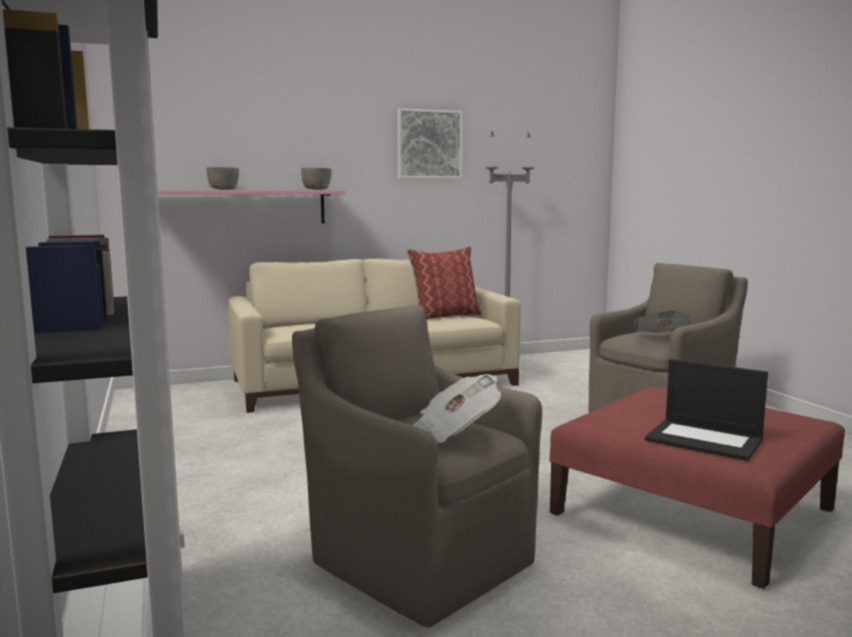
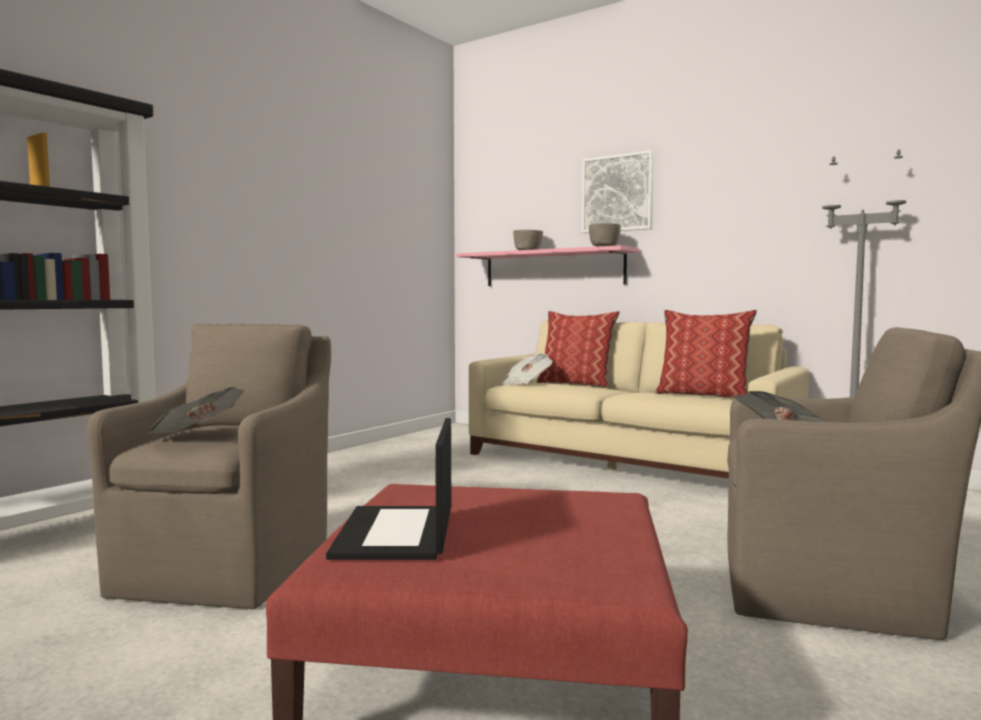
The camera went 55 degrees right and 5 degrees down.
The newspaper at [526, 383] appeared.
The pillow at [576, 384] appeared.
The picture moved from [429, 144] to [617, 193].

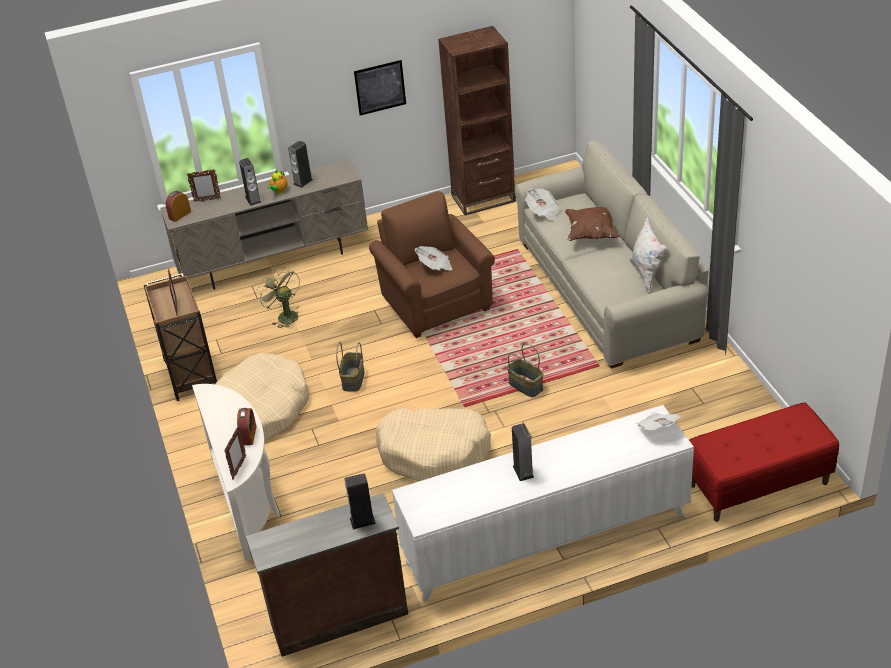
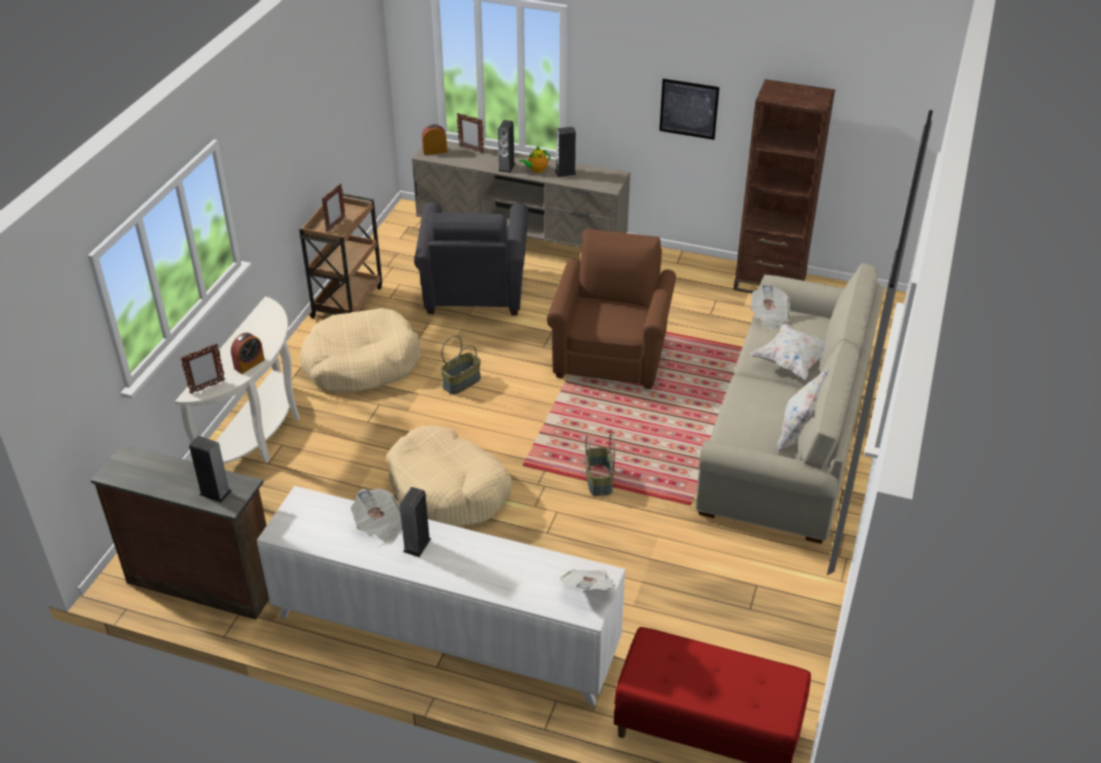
The camera went 35 degrees right and 0 degrees up.
The newspaper moved from [435, 266] to [380, 526].
The fan (green) at [284, 316] was replaced by the armchair (grey) at [474, 294].
The pillow (brown) at [591, 233] became the pillow (white) at [792, 362].

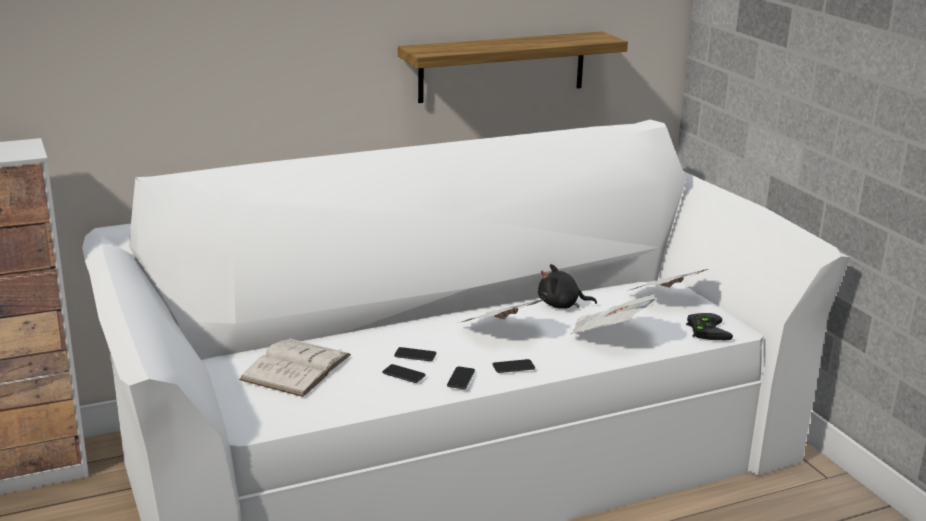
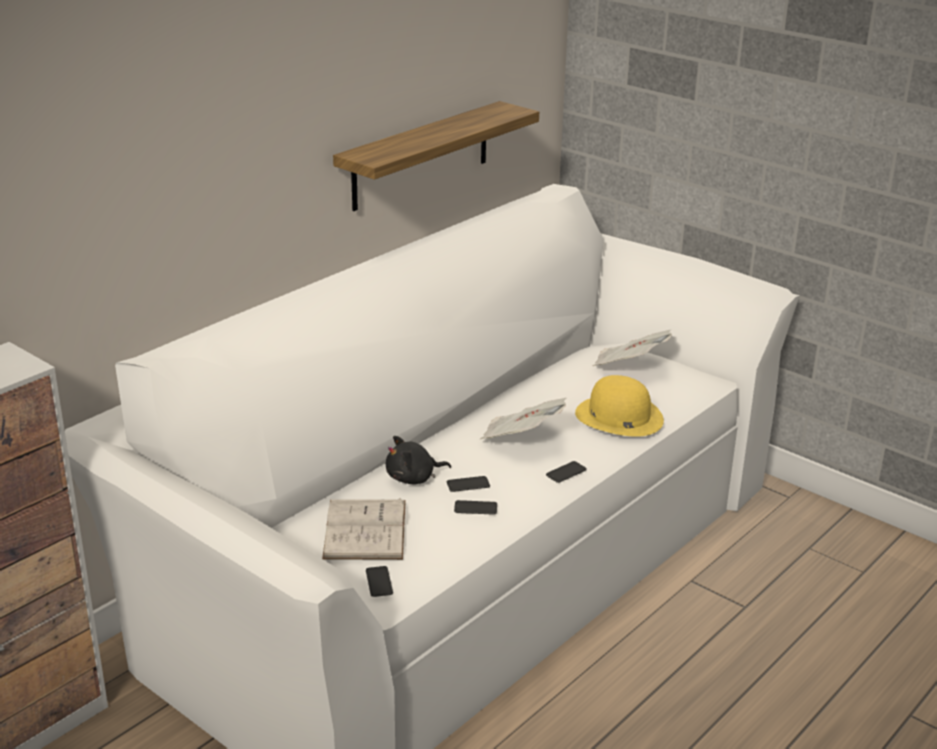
The camera went 25 degrees left and 5 degrees up.
The game controller (black) at [705, 329] disappeared.
The phone moved from [461, 378] to [379, 582].
The plush toy (black) moved from [561, 305] to [413, 478].
The newspaper at [609, 335] was replaced by the hat (yellow) at [618, 416].

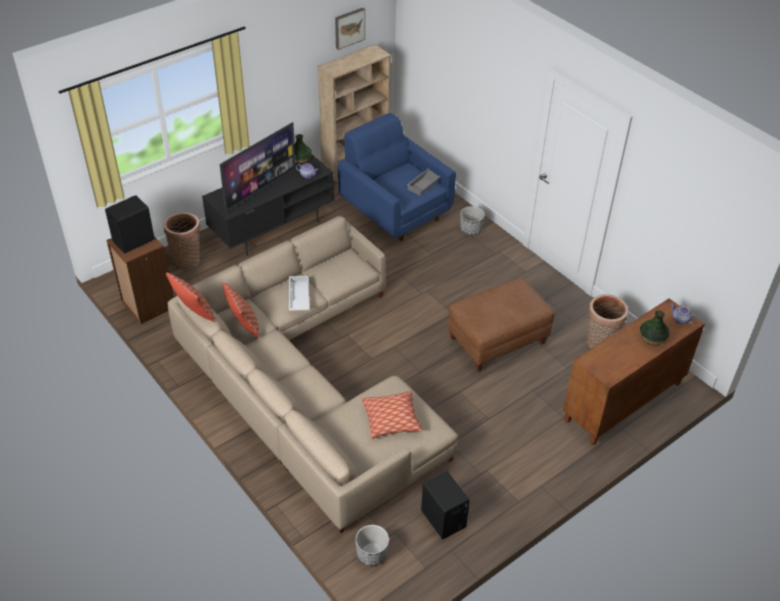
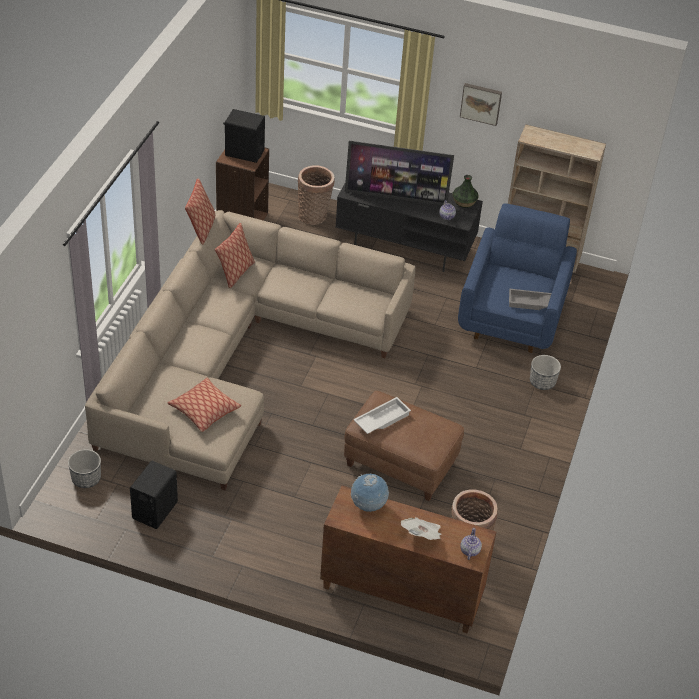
The camera went 55 degrees right and 0 degrees up.
The globe at [368, 506] appeared.
The tray (white) moved from [298, 296] to [381, 419].
The picture moved from [349, 27] to [481, 103].
The vase at [652, 338] was replaced by the newspaper at [422, 535].

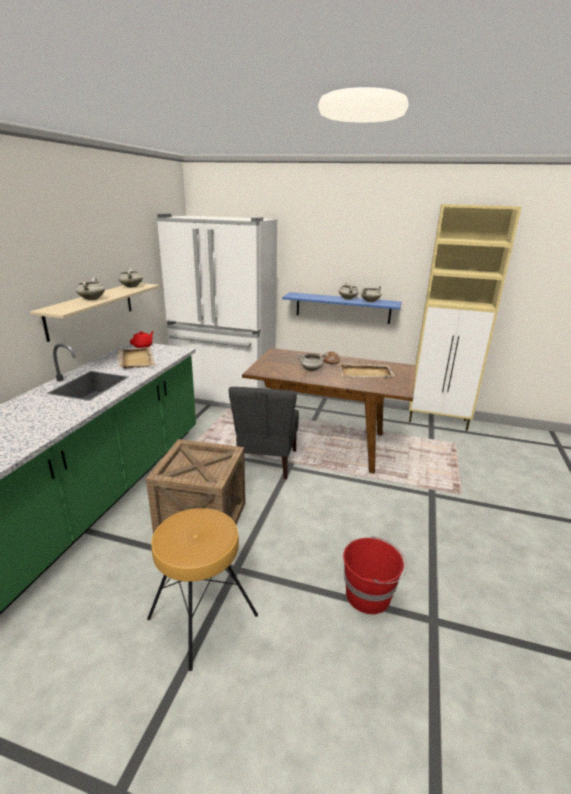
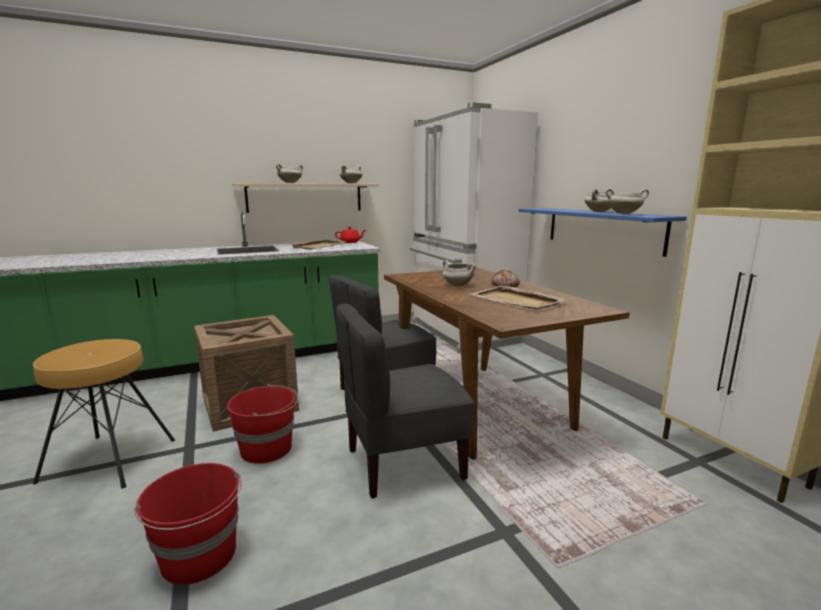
The camera went 50 degrees right and 10 degrees down.
The bucket (red) at [267, 448] appeared.
The chair (grey) at [403, 463] appeared.

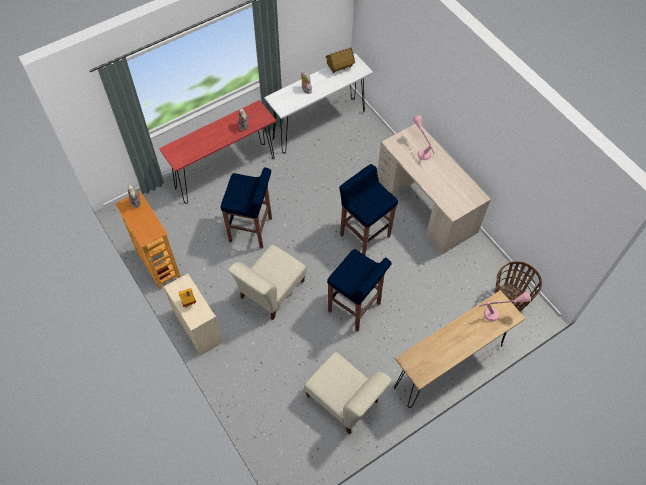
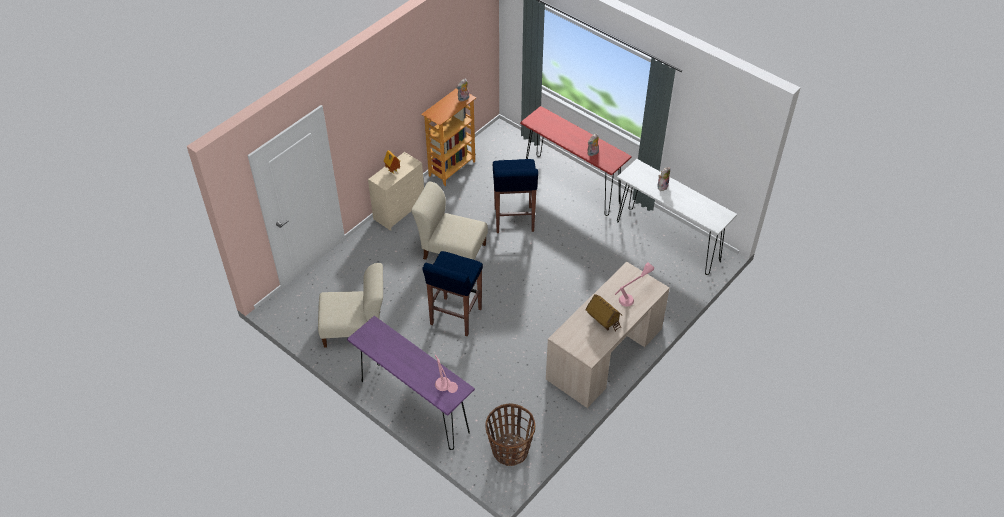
The camera went 75 degrees right and 10 degrees down.
The stool (blue) at [364, 235] disappeared.
The toy house moved from [340, 67] to [603, 320].
The console table (brown) at [449, 366] became the console table (purple) at [414, 406].
The chair (beige) at [344, 401] turned 120 degrees counterclockwise.

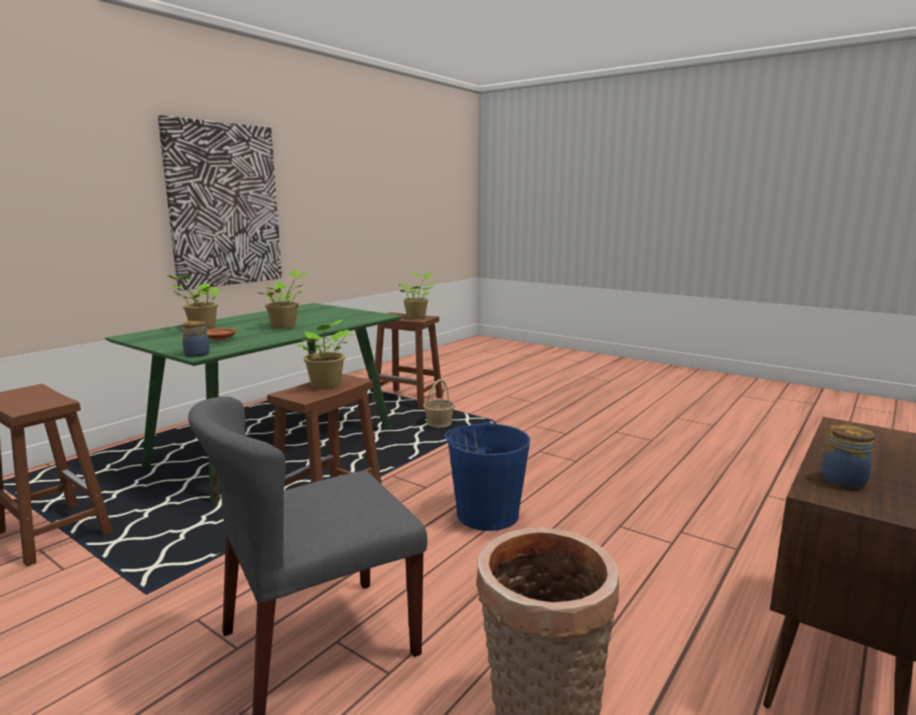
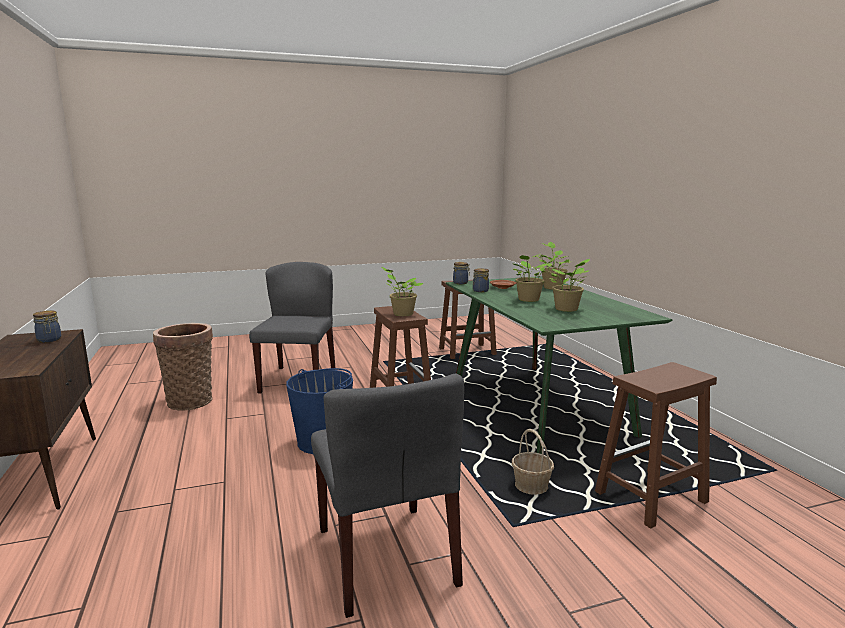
The camera went 125 degrees right and 0 degrees up.
The picture at [224, 205] disappeared.
The chair (grey) at [386, 556] appeared.
The jar at [480, 291] appeared.
The potted plant moved from [417, 317] to [567, 309].

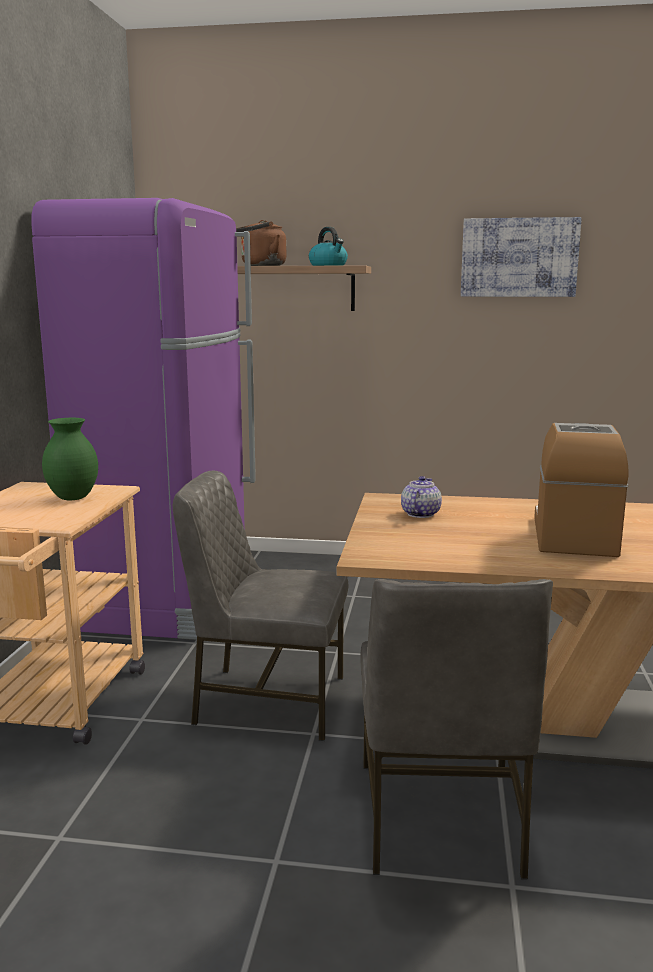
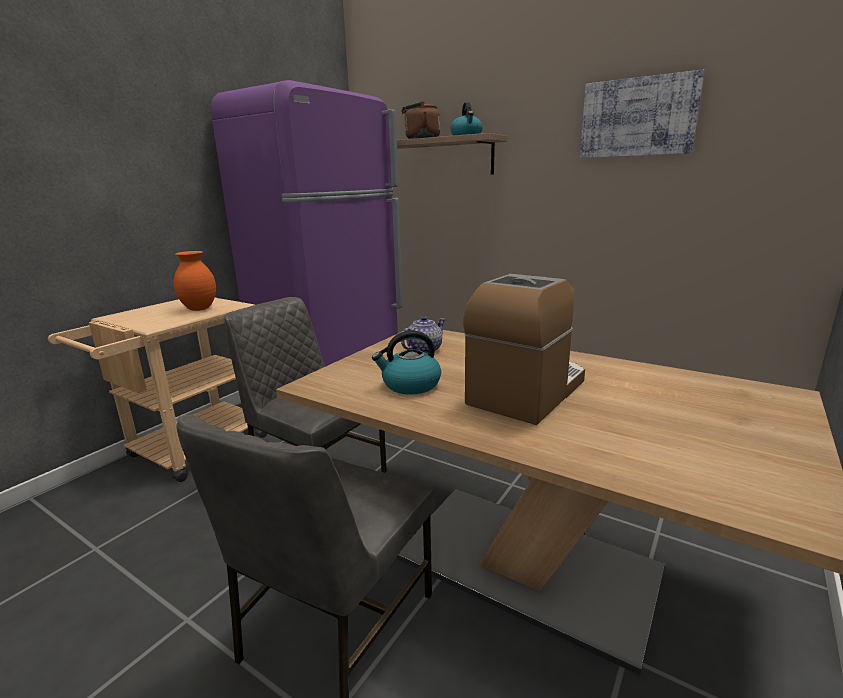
The camera went 25 degrees right and 5 degrees up.
The kettle at [410, 385] appeared.
The vase (green) at [72, 498] became the vase (orange) at [199, 309].

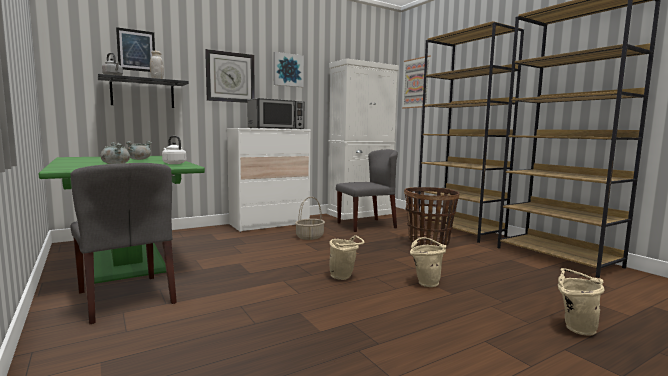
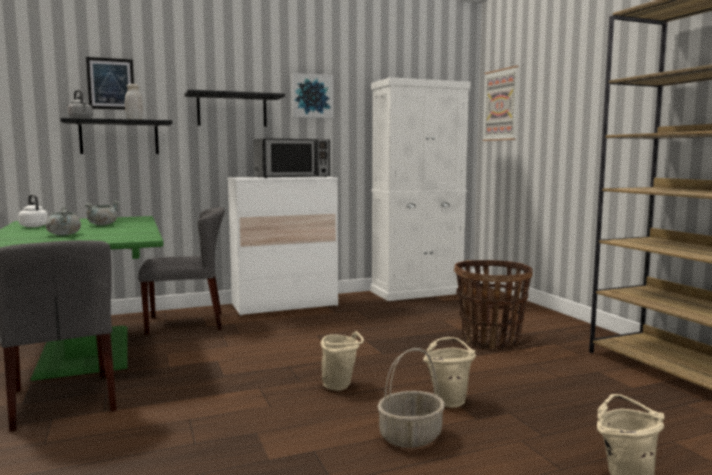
The camera went 10 degrees right and 0 degrees up.
The bookcase (brown) at [460, 230] disappeared.
The kettle (white) moved from [173, 163] to [33, 226].
The basket moved from [309, 237] to [410, 437].
The chair (grey) moved from [366, 225] to [186, 323].
The wall clock at [230, 77] was replaced by the shelf (black) at [232, 110].

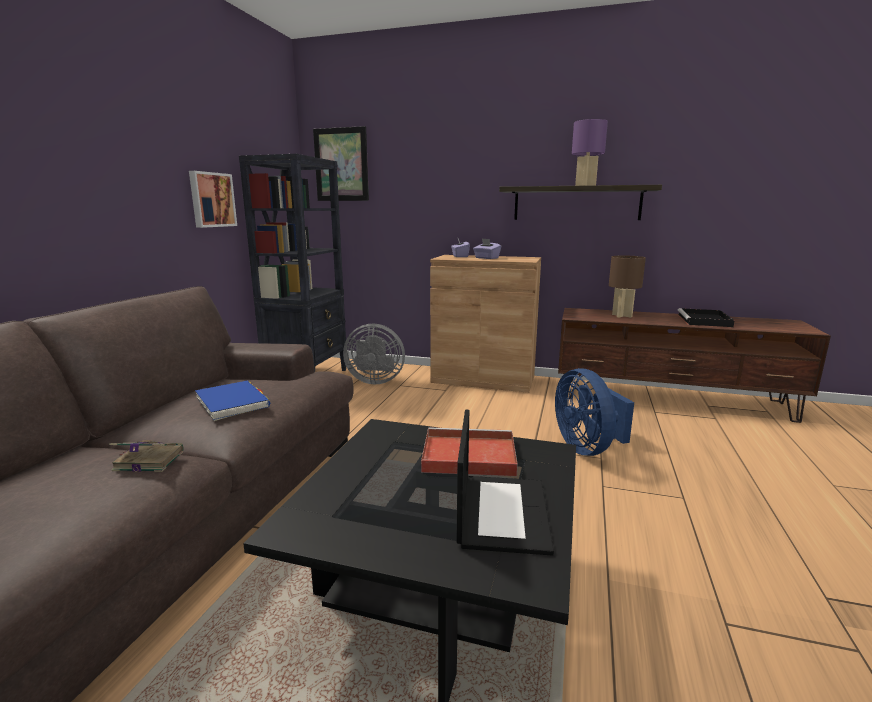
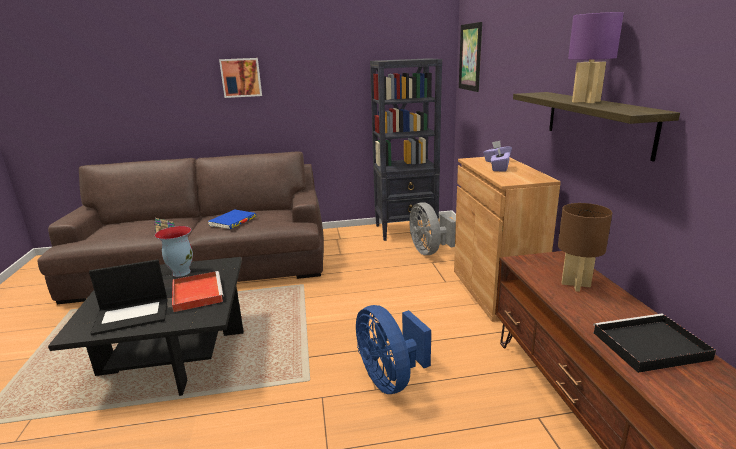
The camera went 65 degrees right and 5 degrees up.
The vase at [181, 272] appeared.
The picture moved from [211, 200] to [241, 77].
The fan (blue) at [587, 448] turned 75 degrees counterclockwise.

